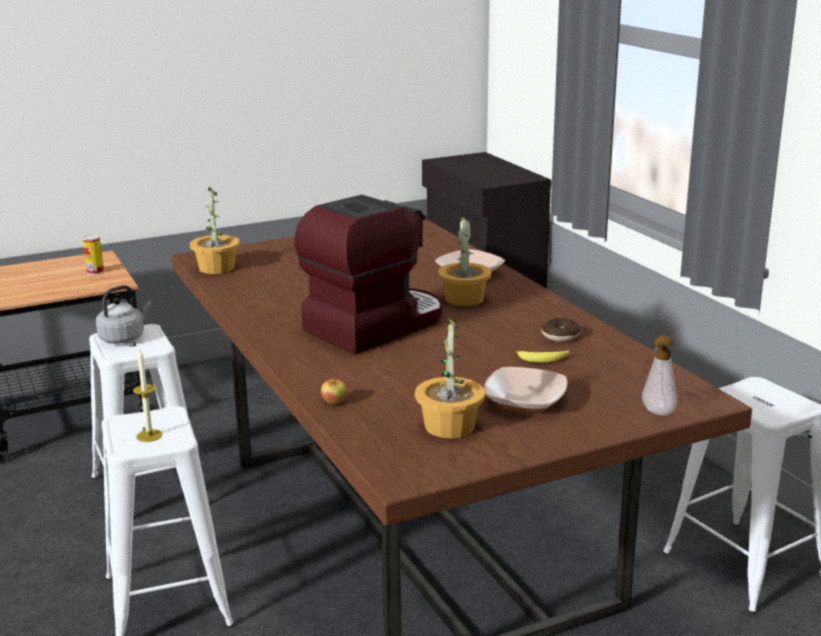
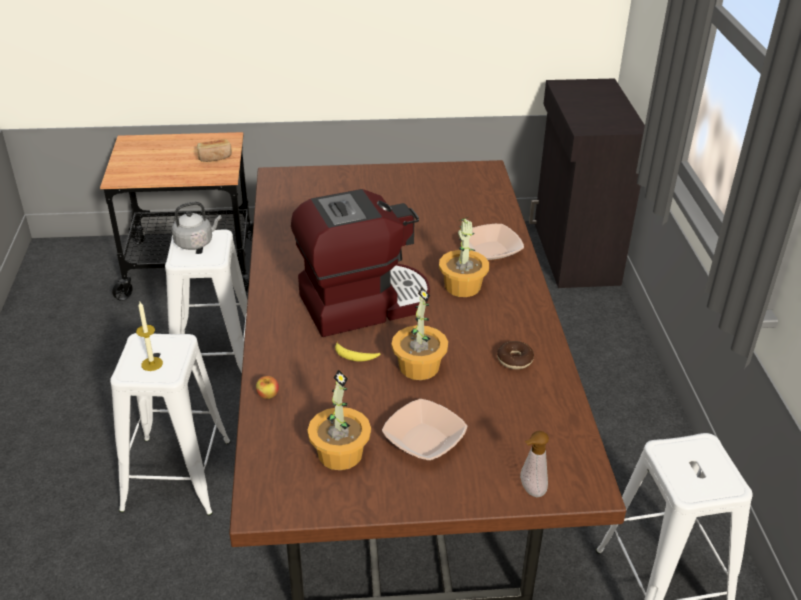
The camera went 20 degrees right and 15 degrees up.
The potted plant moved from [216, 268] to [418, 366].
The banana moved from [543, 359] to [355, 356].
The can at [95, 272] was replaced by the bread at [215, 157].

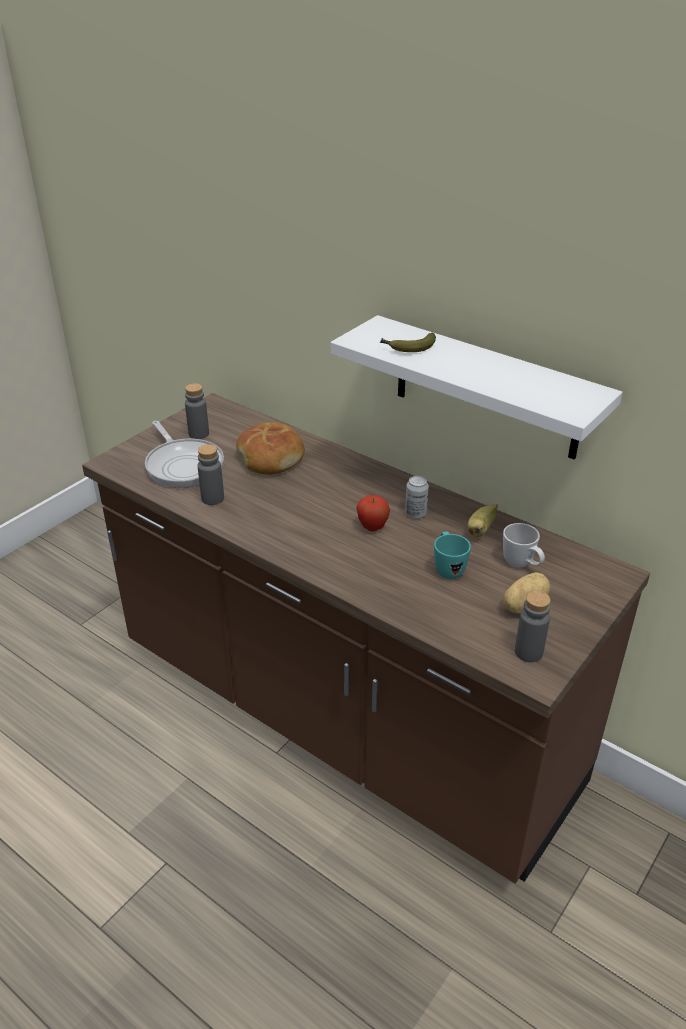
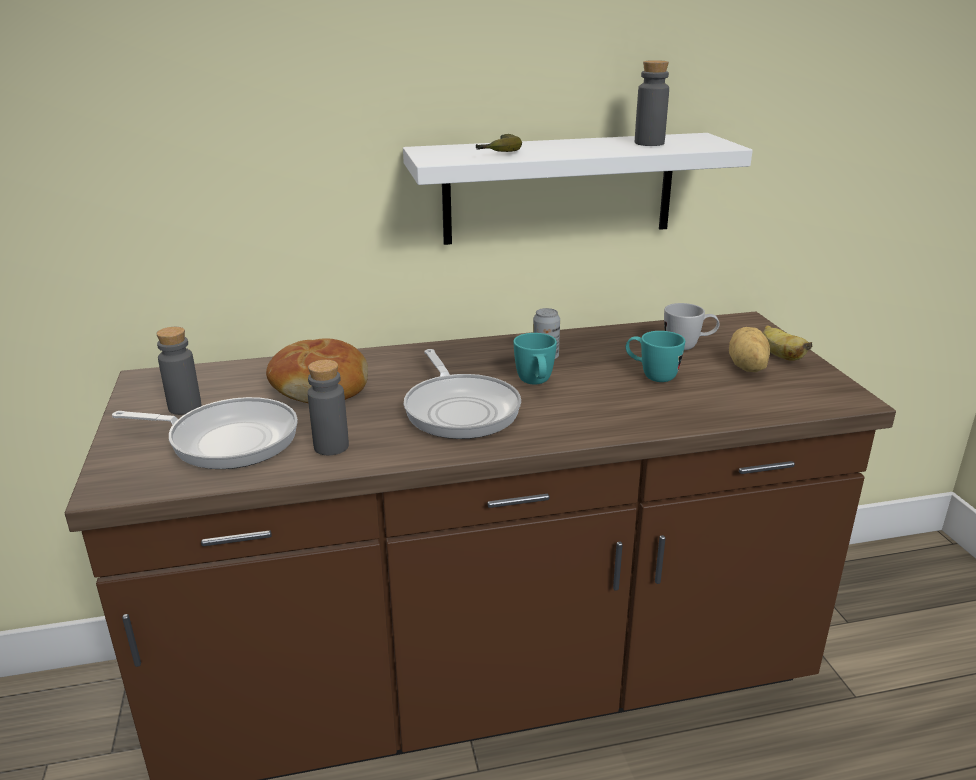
The camera went 50 degrees left and 10 degrees down.
The frying pan at [460, 409] appeared.
The banana moved from [481, 530] to [780, 356].
The bottle (grey) moved from [528, 652] to [649, 143].
The apple at [372, 527] was replaced by the mug (turquoise) at [536, 384].

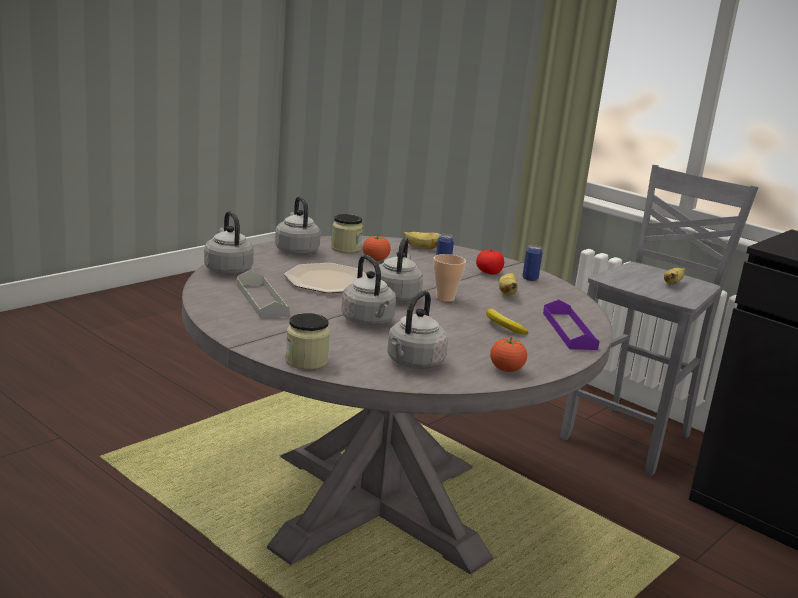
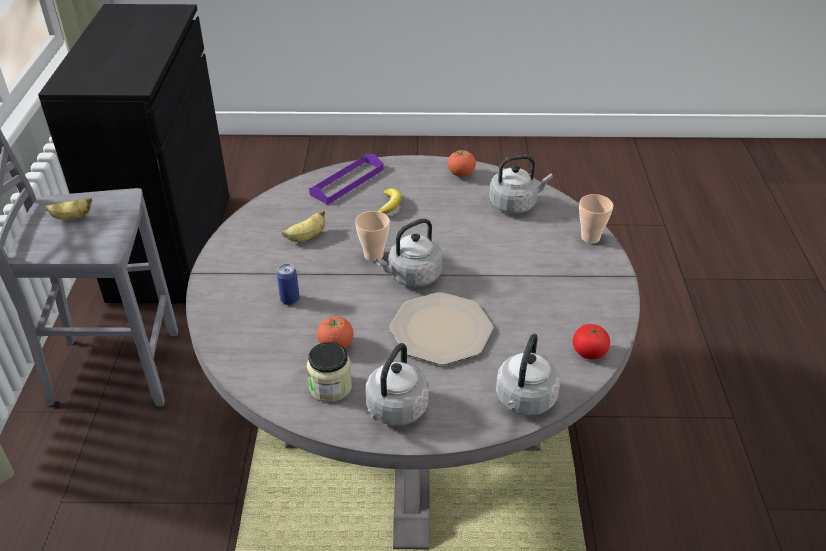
The camera went 130 degrees left and 20 degrees up.
The tray (grey) at [261, 300] disappeared.
The kettle (grey) at [368, 321] disappeared.
The banana at [421, 248] disappeared.
The can at [530, 279] disappeared.
The tomato moved from [489, 272] to [589, 352].
The jar at [306, 361] was replaced by the cup at [590, 237].

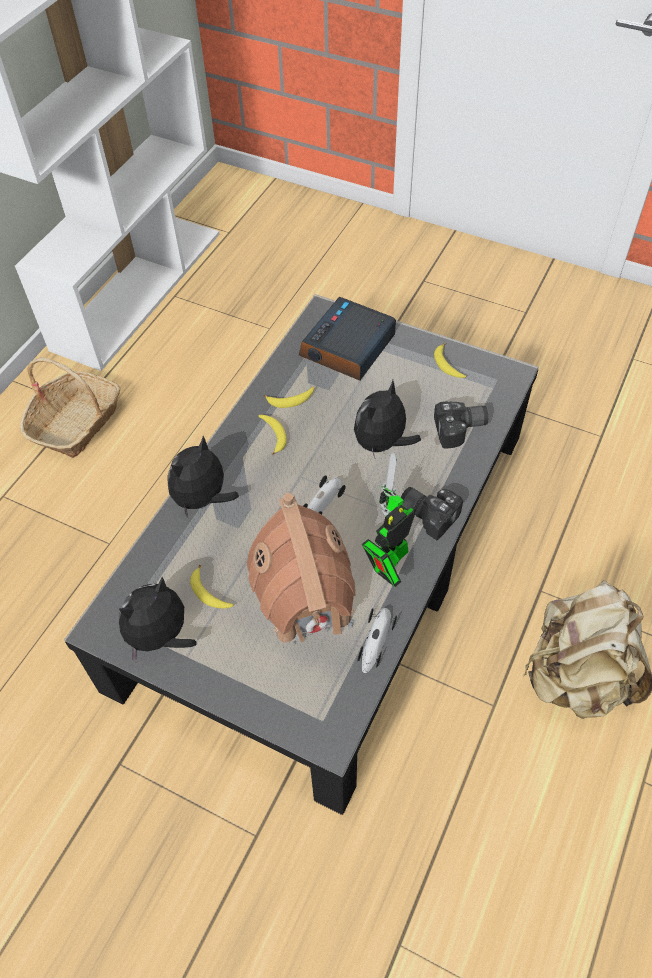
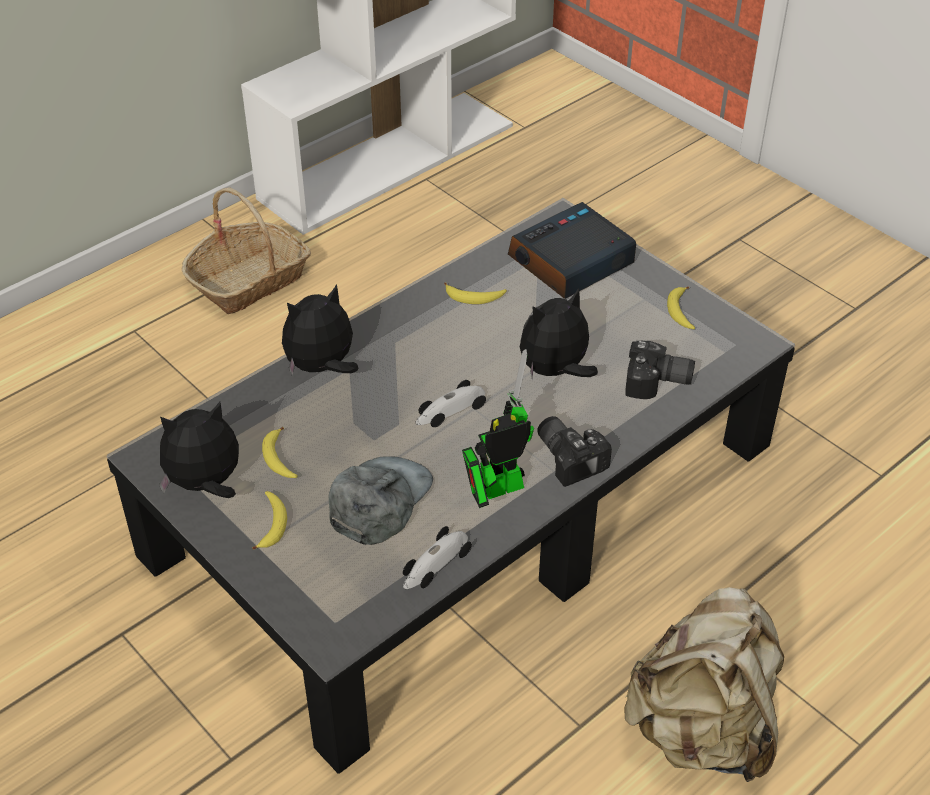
The camera went 20 degrees right and 10 degrees down.
The banana moved from [274, 435] to [272, 524].
The toy house at [305, 602] was replaced by the cap (grey) at [378, 501].

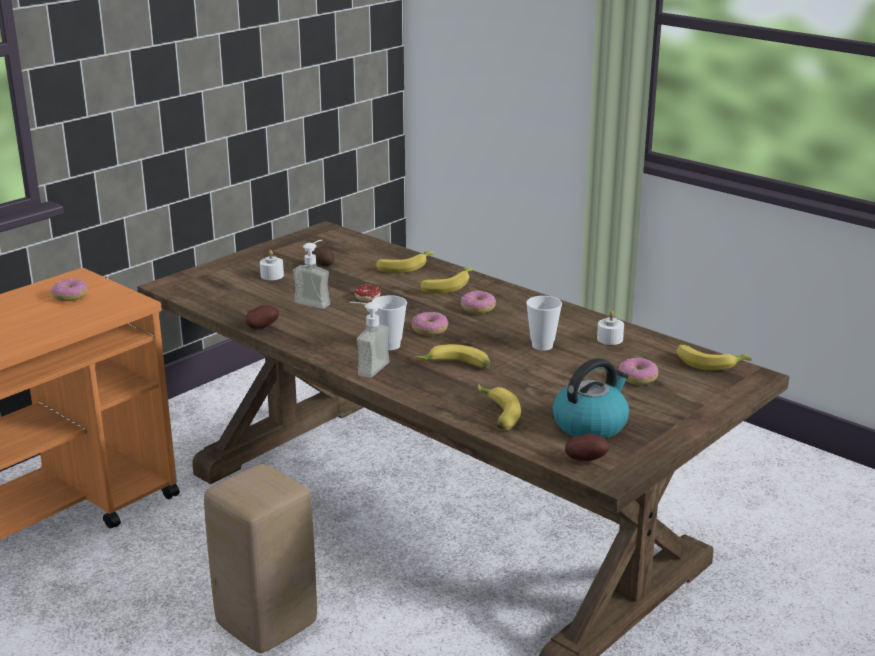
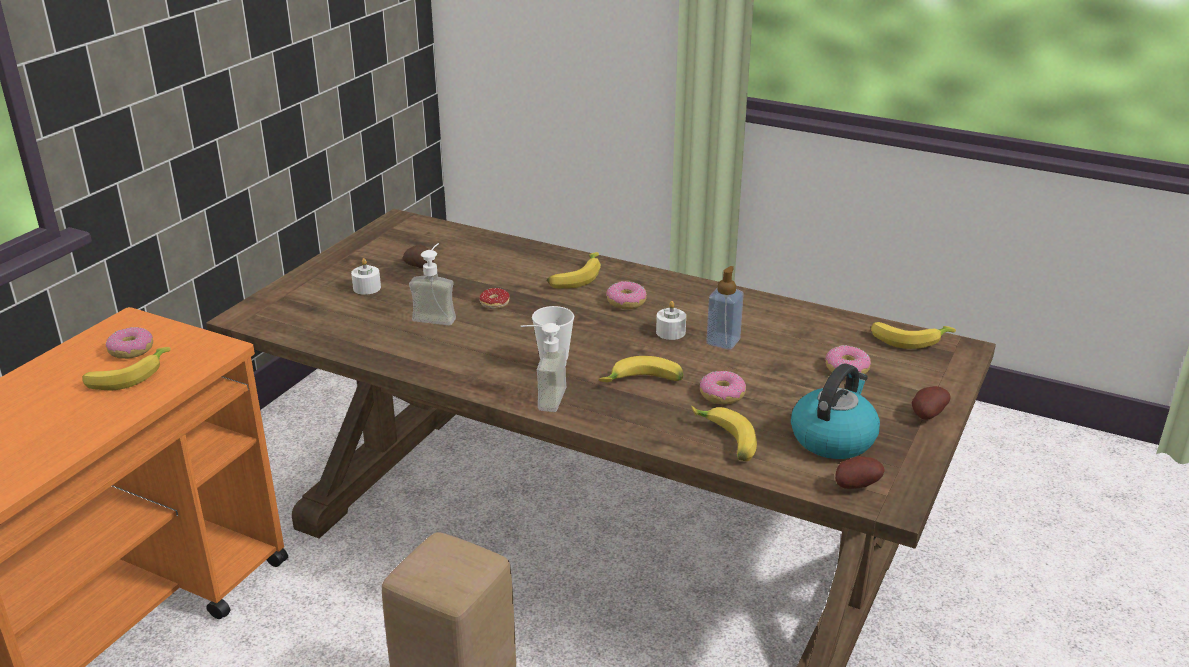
The camera went 15 degrees left and 5 degrees up.
The potato moved from [262, 327] to [926, 415].
The banana moved from [403, 267] to [127, 376].
The donut moved from [429, 330] to [722, 395].
The candle (white) moved from [610, 339] to [670, 332].
The cup at [542, 346] was replaced by the soap dispenser at [723, 341].

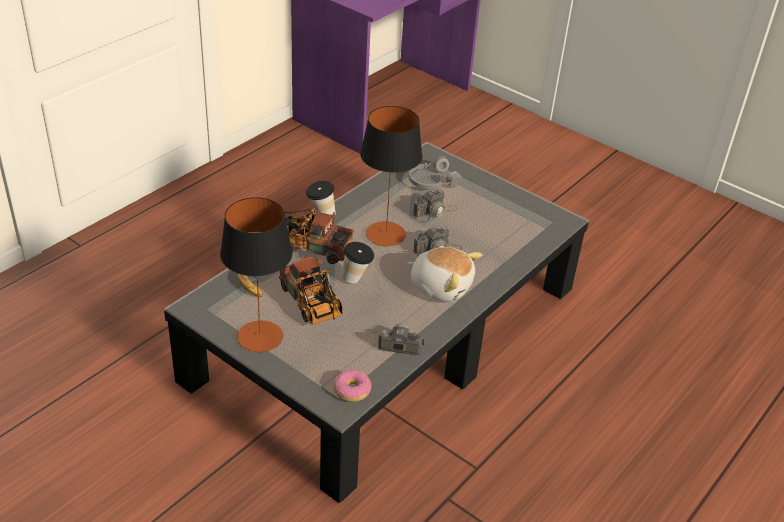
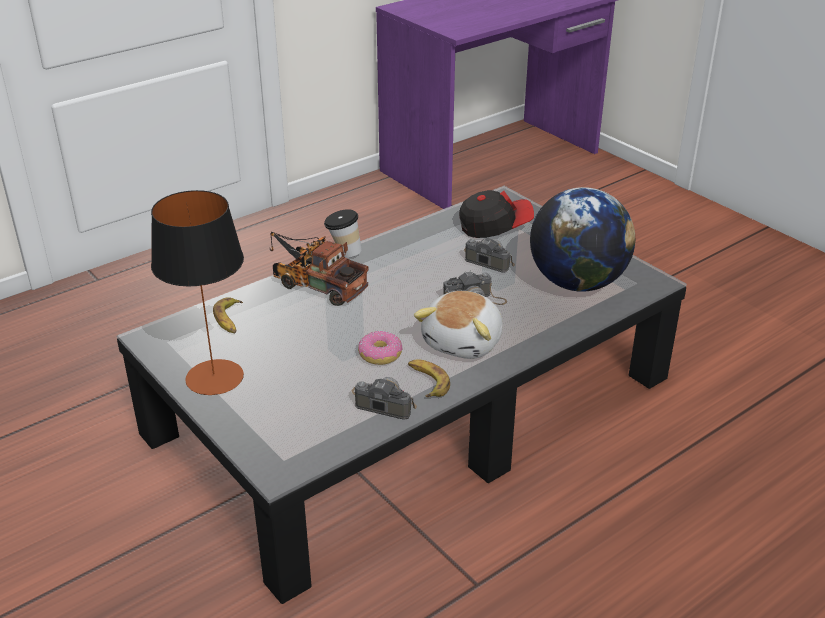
The camera went 15 degrees right and 5 degrees down.
The toy truck at [312, 305] disappeared.
The cup at [357, 279] disappeared.
The table lamp at [386, 234] disappeared.
The banana at [427, 382] appeared.
The globe at [577, 283] appeared.
The donut moved from [352, 390] to [380, 354].
The headphones (grey) at [432, 181] was replaced by the cap at [494, 227].
The plush toy at [441, 286] turned 75 degrees clockwise.
The photo camera at [435, 212] turned 120 degrees counterclockwise.

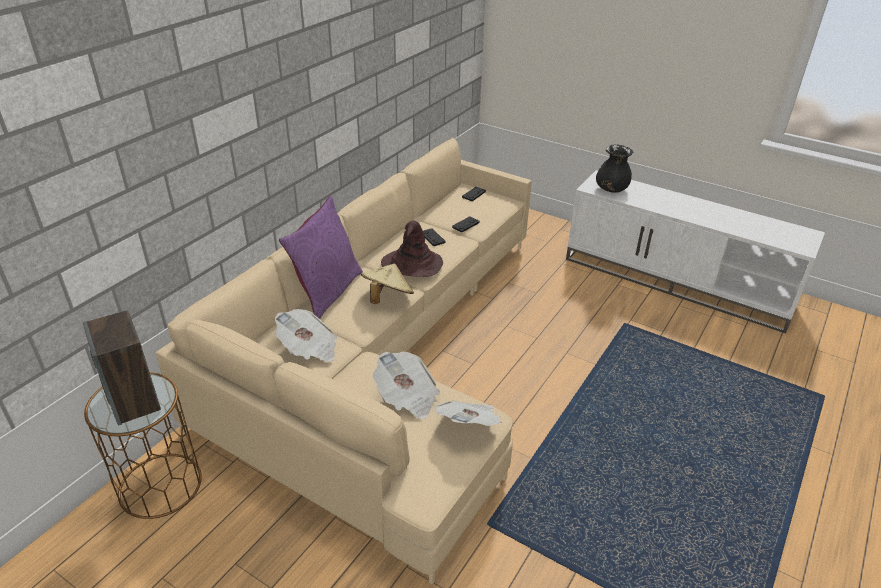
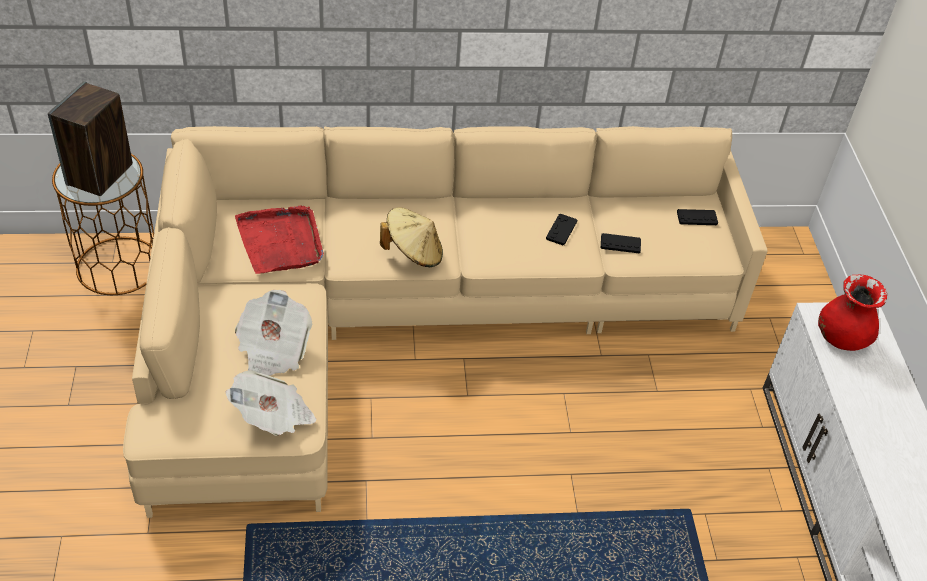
The camera went 50 degrees right and 10 degrees up.
The pillow (purple) at [327, 292] disappeared.
The hat (brown) at [412, 265] disappeared.
The newspaper at [309, 349] was replaced by the tray (red) at [281, 242].
The vase (black) at [611, 189] became the vase (red) at [841, 338].

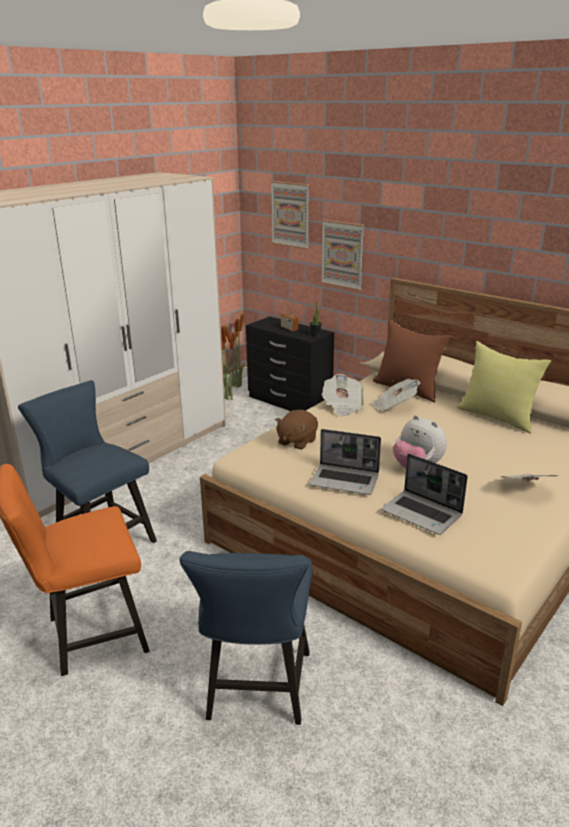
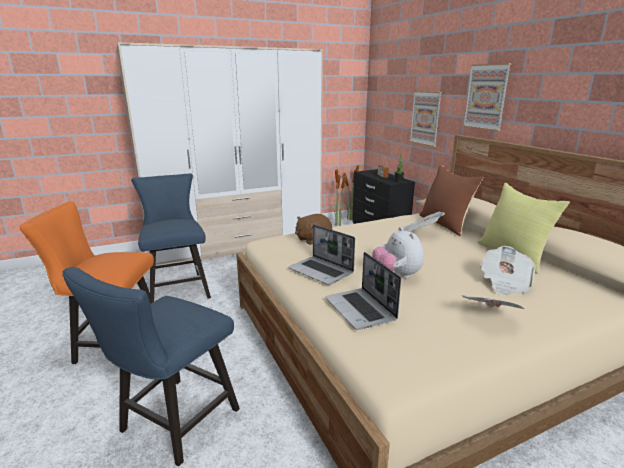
The camera went 25 degrees right and 5 degrees down.
The picture moved from [290, 214] to [486, 97].
The newspaper moved from [343, 406] to [505, 283].

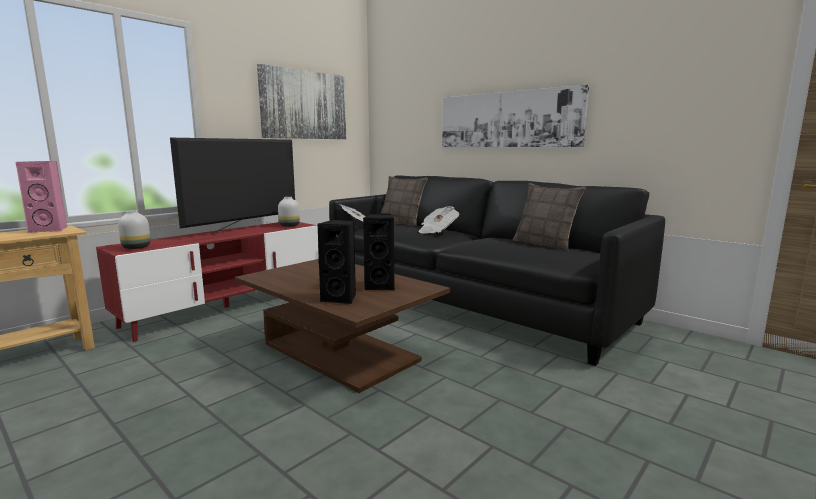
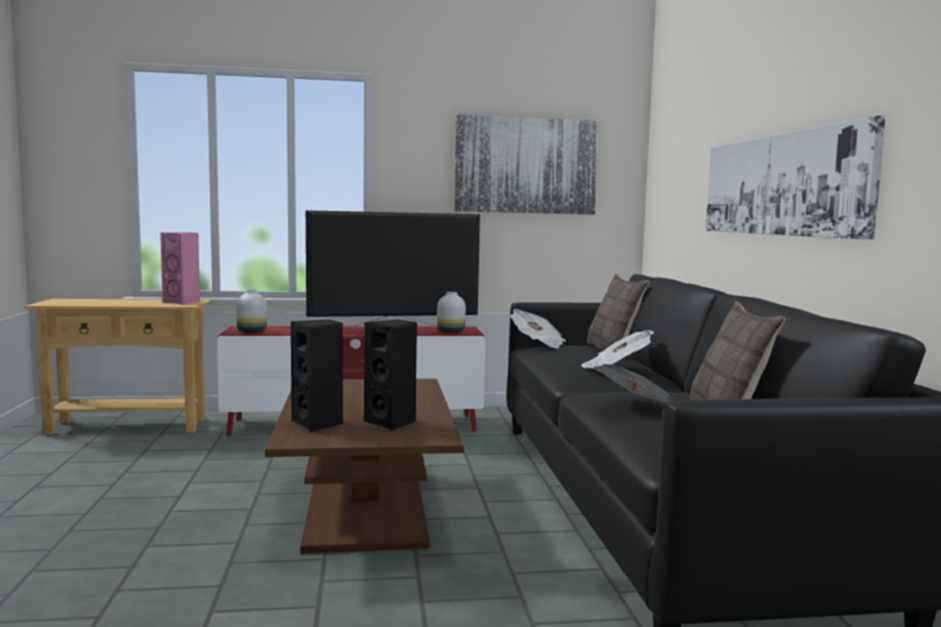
The camera went 40 degrees right and 5 degrees down.
The newspaper at [636, 407] appeared.

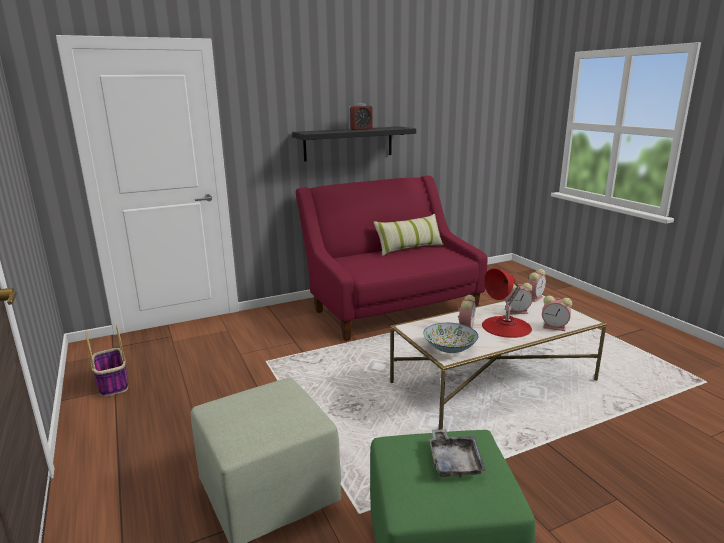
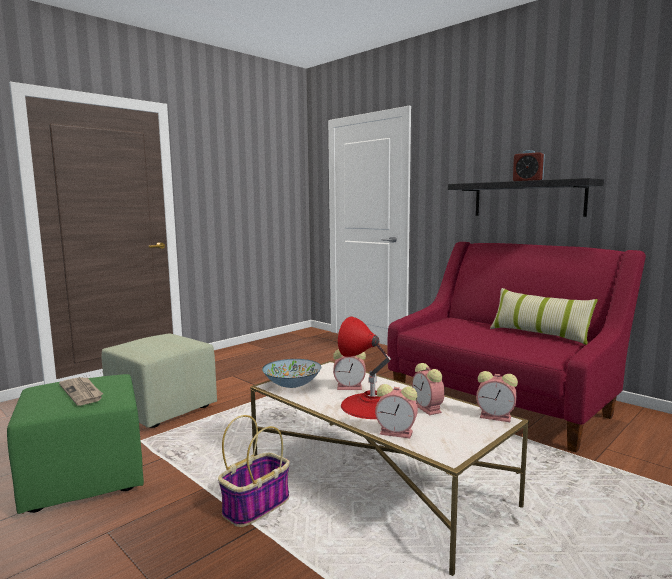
The camera went 70 degrees right and 10 degrees down.
The basket moved from [112, 383] to [256, 505].
The tray (grey) at [454, 461] was replaced by the newspaper at [82, 392].
The alarm clock at [555, 327] turned 75 degrees counterclockwise.

